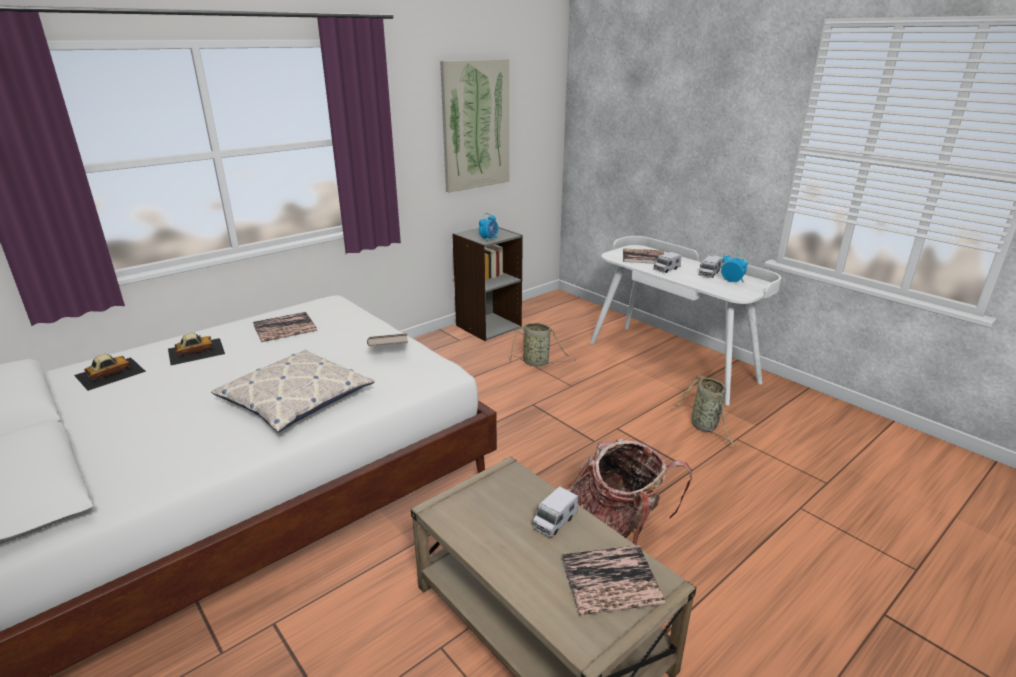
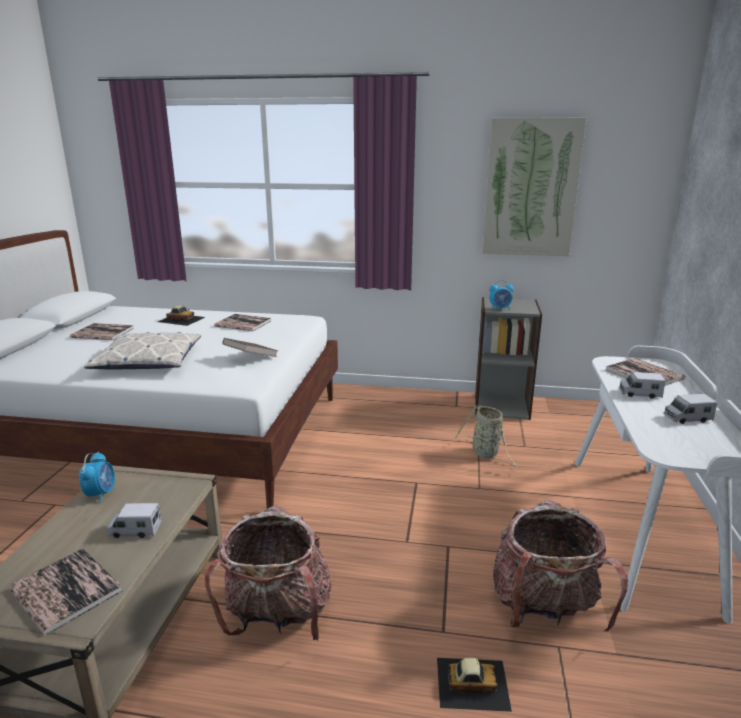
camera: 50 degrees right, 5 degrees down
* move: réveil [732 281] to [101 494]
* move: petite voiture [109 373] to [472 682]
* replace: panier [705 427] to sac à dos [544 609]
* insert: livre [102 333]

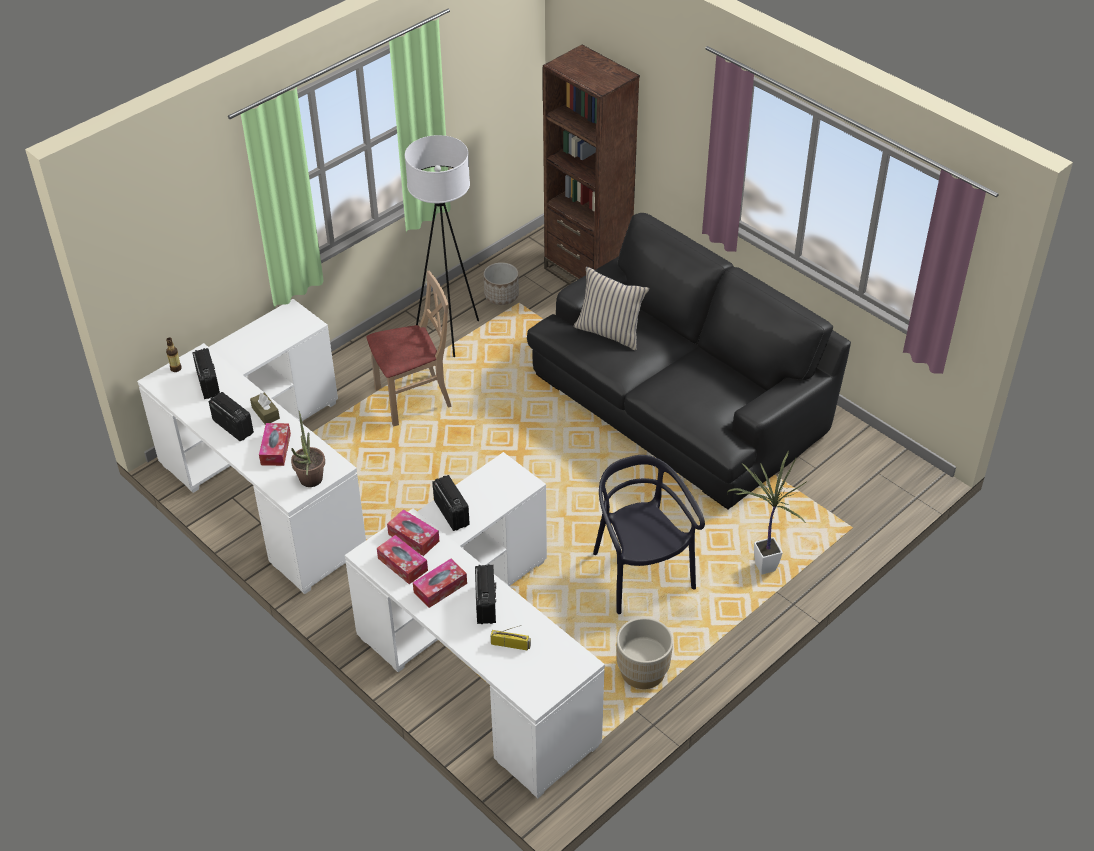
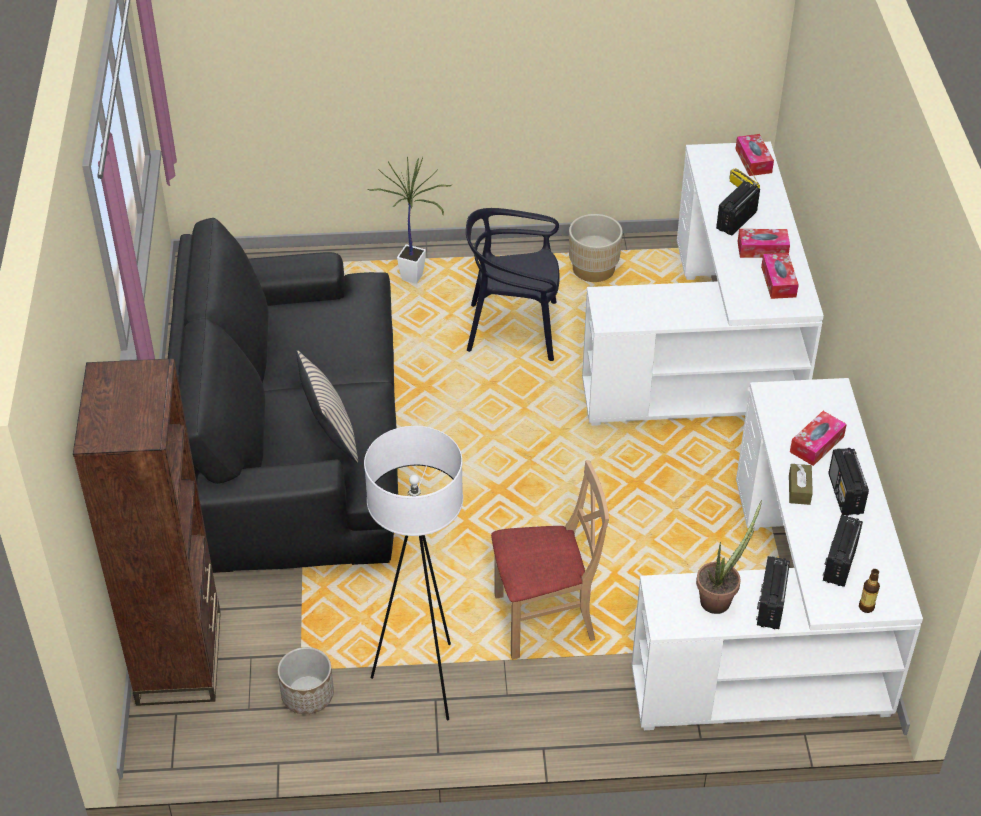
camera: 140 degrees left, 0 degrees up
* rotate: chaise [beige] [413 399] = [544 620] 150 degrees clockwise
* move: plante en pot [310 483] to [720 598]
* rotate: chaise [noir] [641 573] = [514 329] 75 degrees clockwise
* move: radio [451 512] to [770 605]
* move: boîte à mouchoirs [413 537] to [753 161]

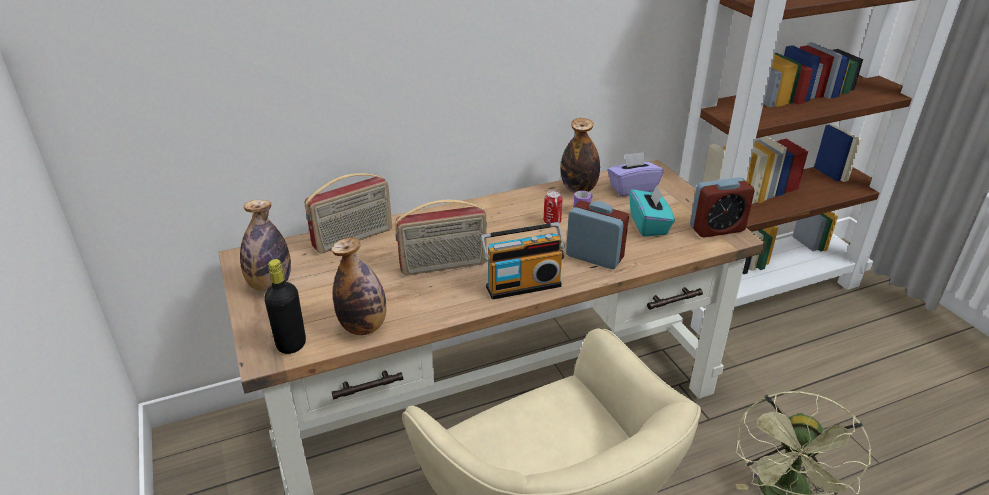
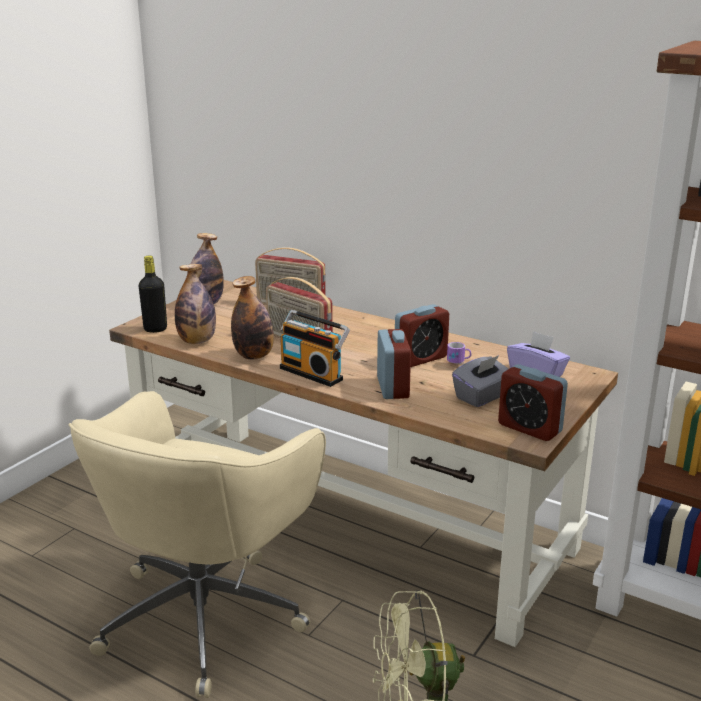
camera: 55 degrees right, 10 degrees down
* move: bouteille [578 189] to [254 356]
* recolor: boîte à mouchoirs [turquoise] [649 225] to boîte à mouchoirs [gris] [482 397]
* replace: boîte métallique [552 221] to réveil [420 358]

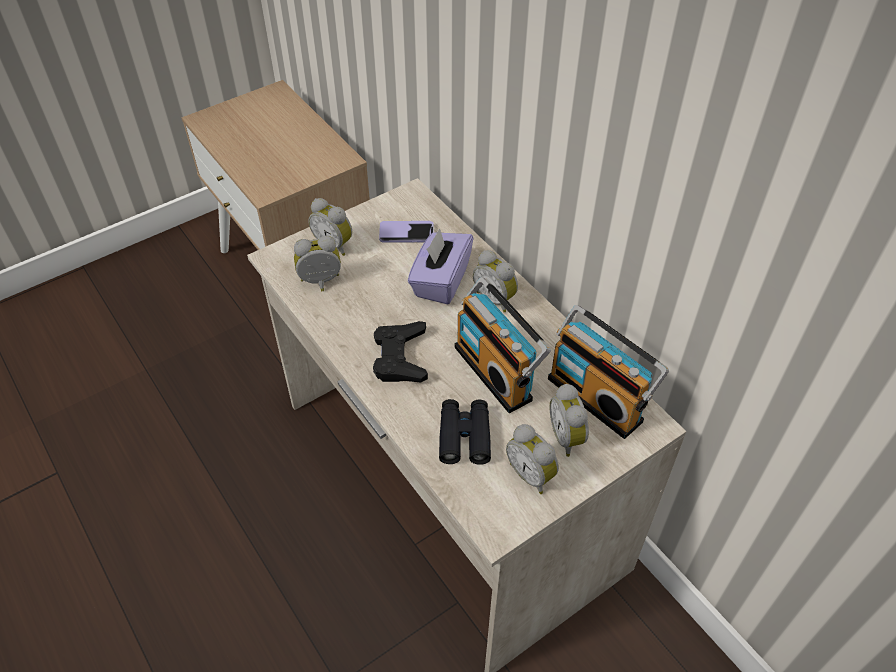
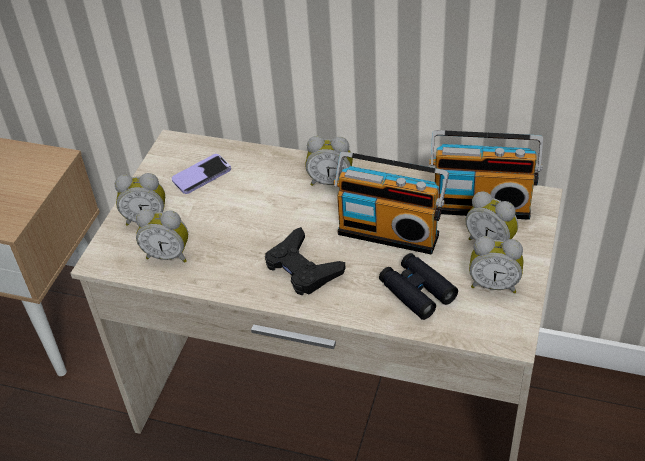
camera: 35 degrees left, 5 degrees down
* delete: boîte à mouchoirs [violet] [440 281]
* rotate: réveil [321 283] = [168 254] 120 degrees counterclockwise

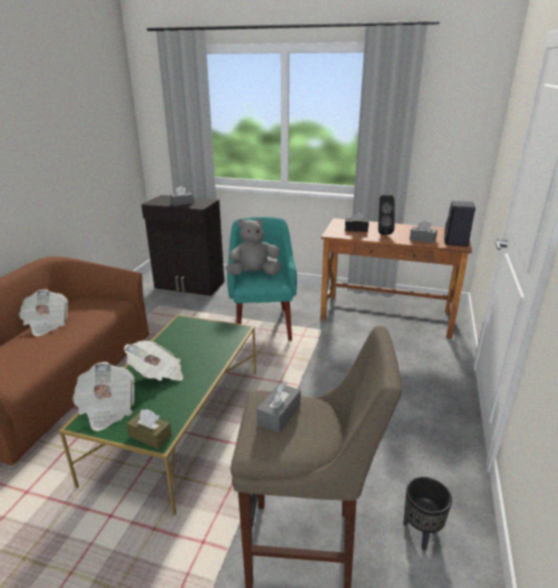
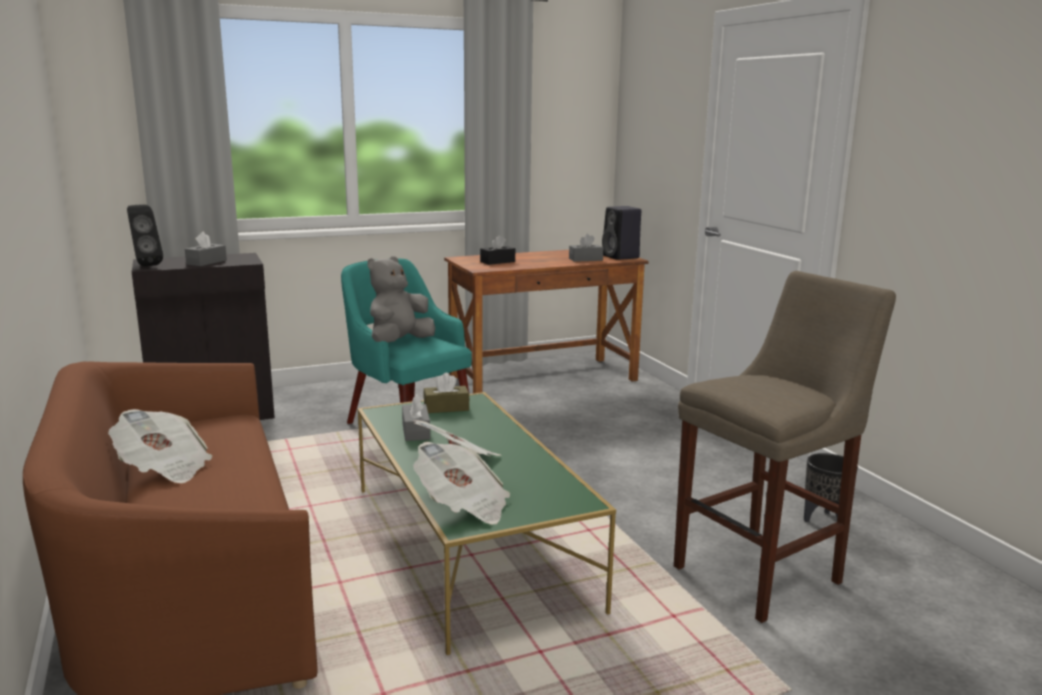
camera: 40 degrees left, 10 degrees down
* move: enceinte [noir] [383 232] to [145 265]
* move: boîte à mouchoirs [gris] [279 415] to [416 431]
* move: boîte à mouchoirs [marron] [150 436] to [446 408]

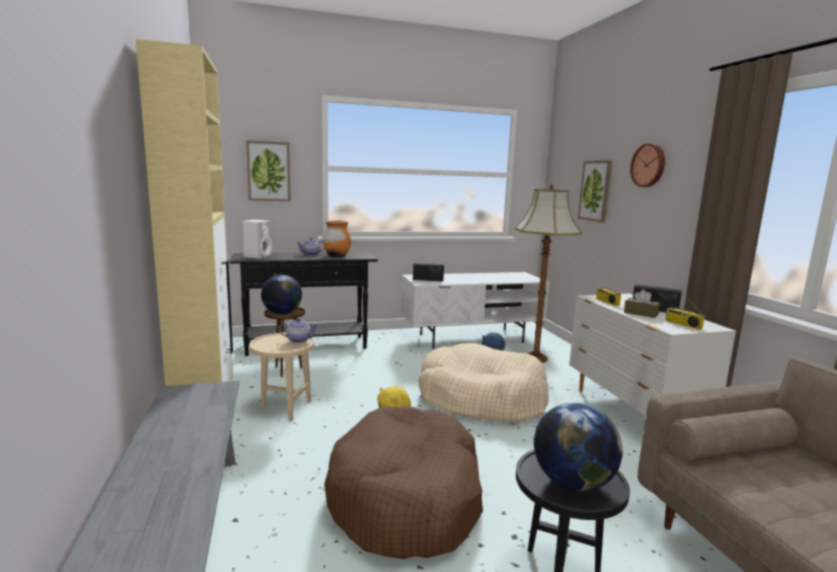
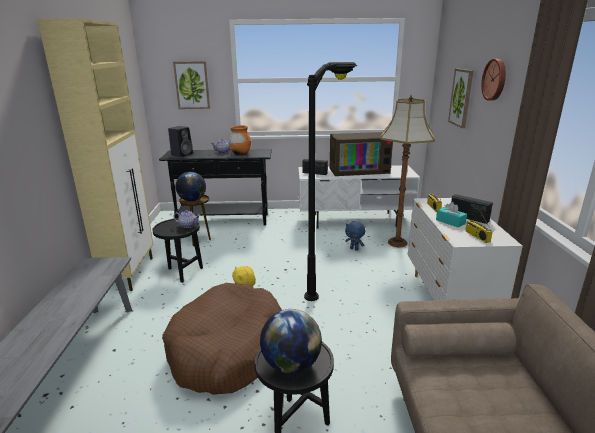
camera: 15 degrees right, 10 degrees up
* recolor: enceinte [blanc] [258 256] to enceinte [noir] [182 154]
* recolor: boîte à mouchoirs [marron] [640 313] to boîte à mouchoirs [turquoise] [450 222]
* recolor: table d'appoint [beige] [284 408] to table d'appoint [noir] [182 272]
* replace: panier pour chien [beige] [481 398] to lampadaire [noir] [329 276]
* insert: téléviseur [359 170]

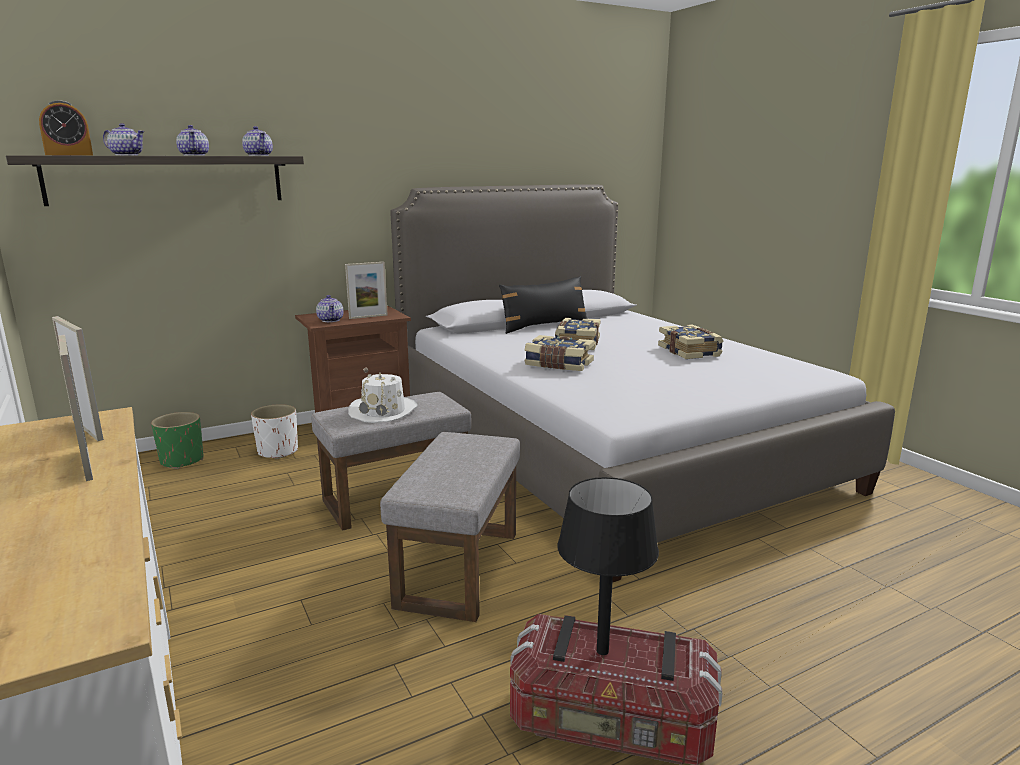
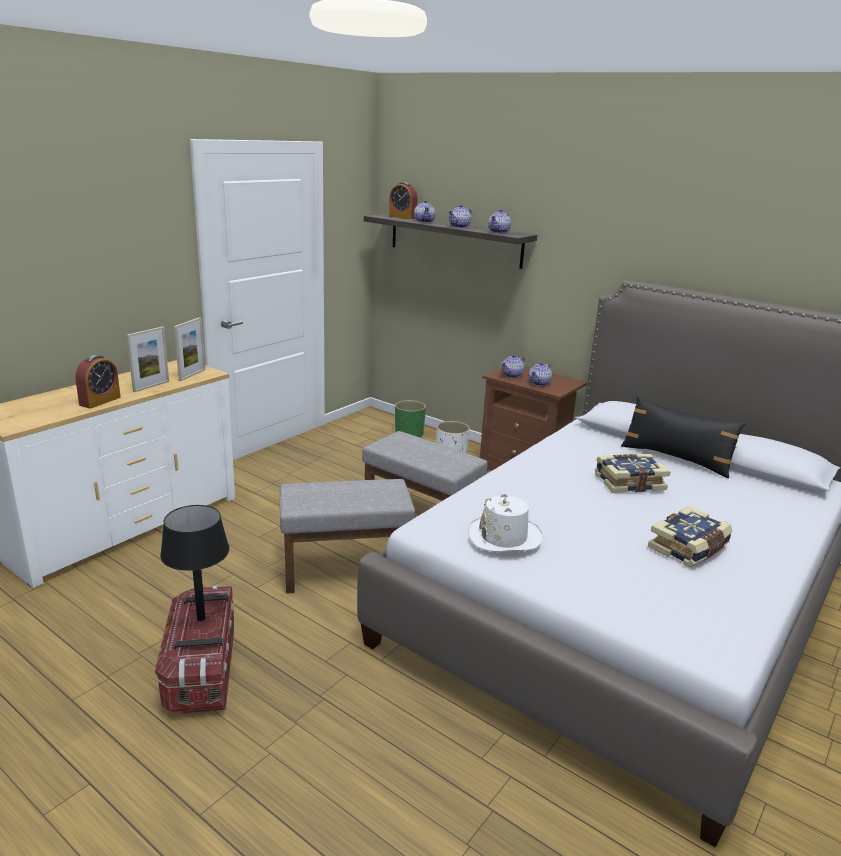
camera: 65 degrees right, 5 degrees up
* replace: cadre photo [368 317] to théière [539 383]
* delete: livre [558 364]
* move: chapeau [blanc] [384 411] to [504 537]
* insert: réveil [100 401]

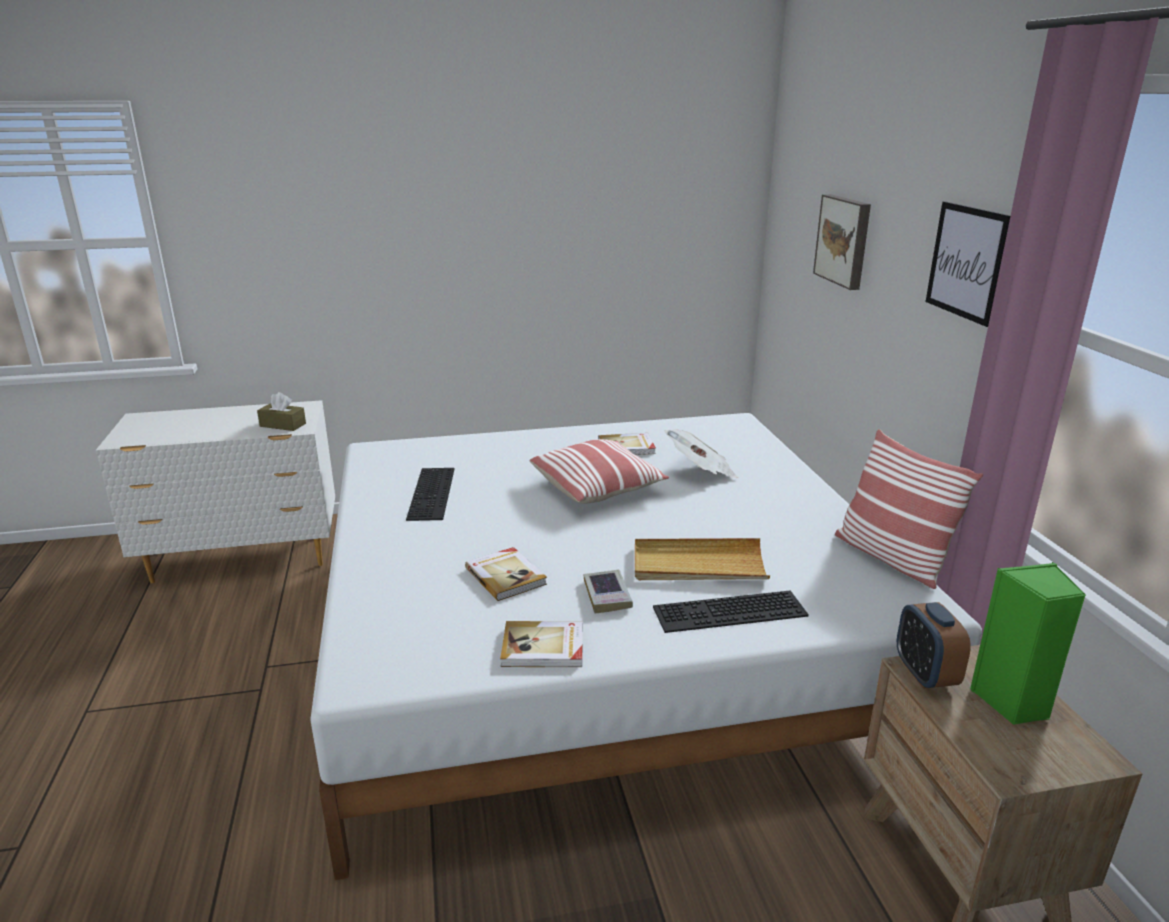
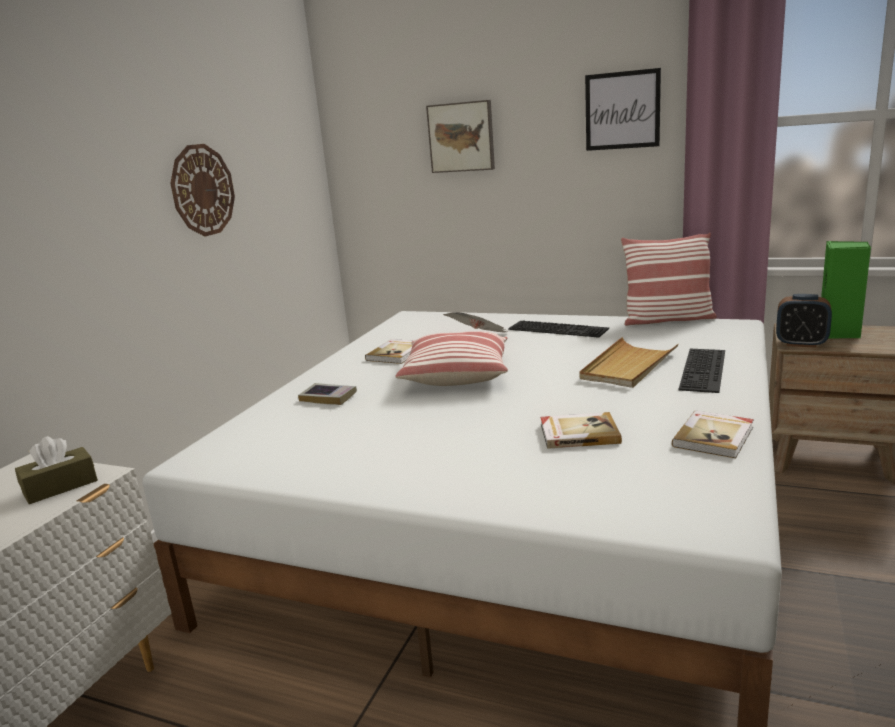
camera: 55 degrees left, 5 degrees down
* move: clavier [434 493] to [559 328]
* move: livre [607 595] to [328 397]
* insert: horloge murale [202 190]

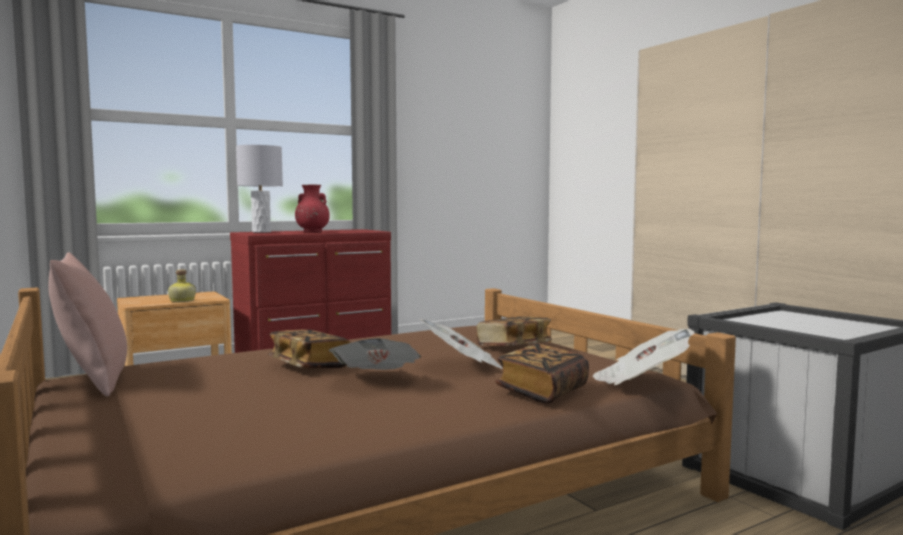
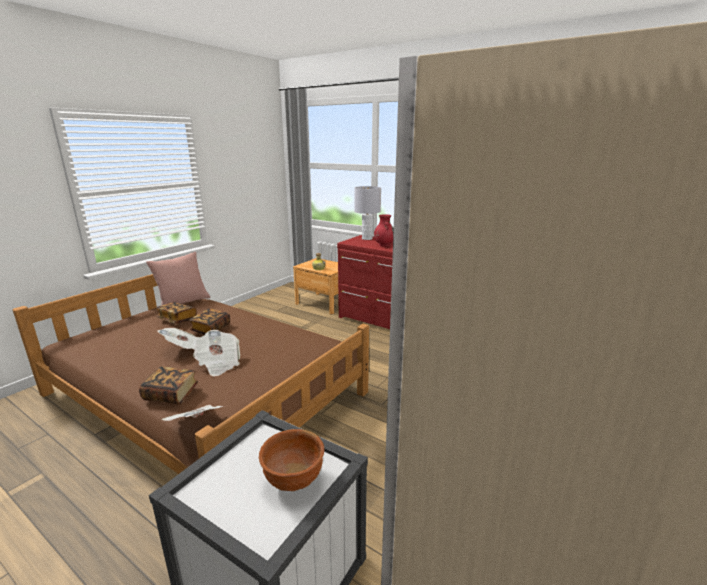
camera: 65 degrees right, 15 degrees up
* move: livre [513 347] to [177 319]
* insert: bol [marron] [293 480]

